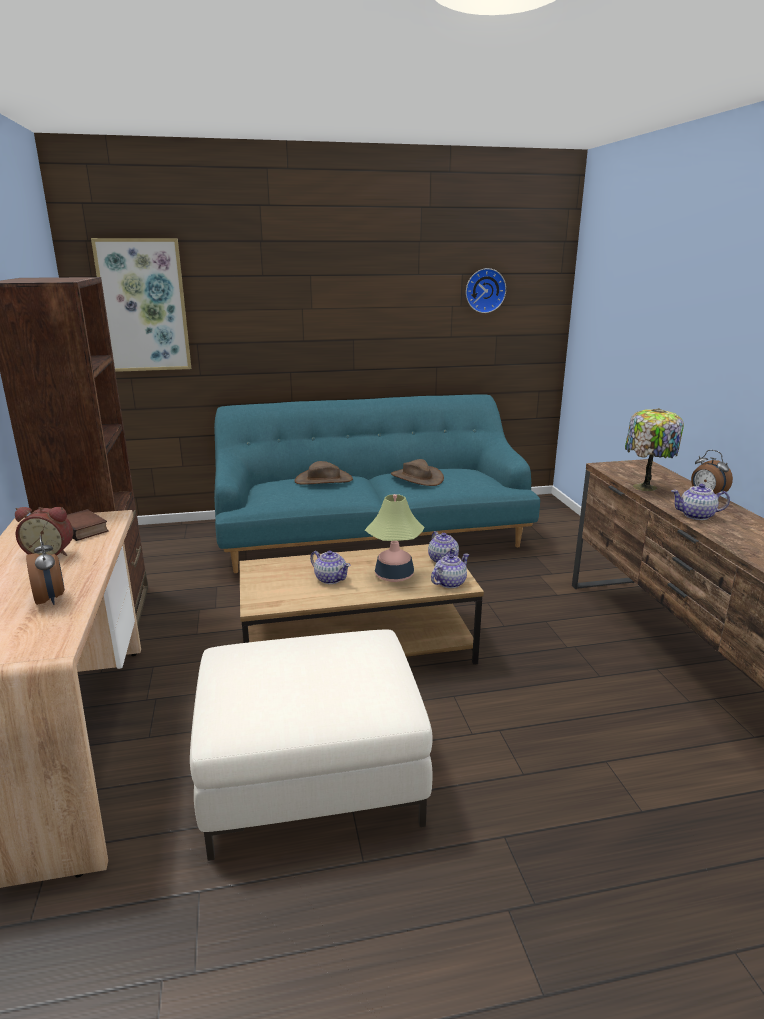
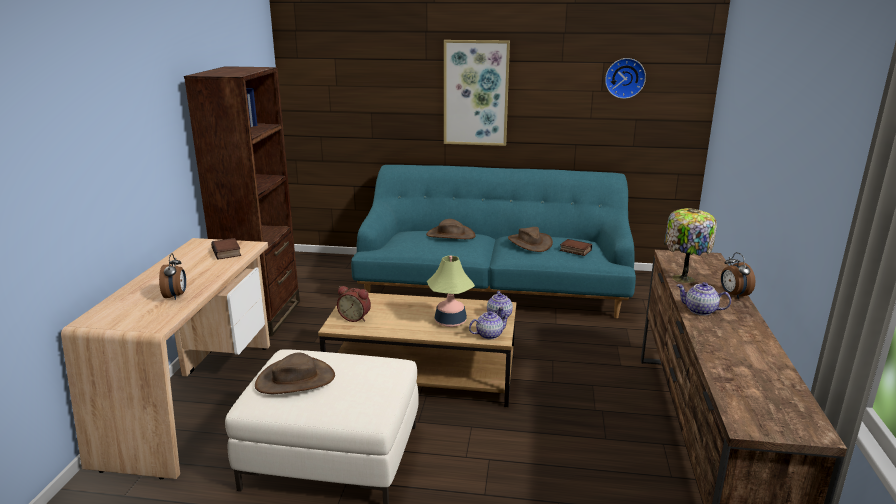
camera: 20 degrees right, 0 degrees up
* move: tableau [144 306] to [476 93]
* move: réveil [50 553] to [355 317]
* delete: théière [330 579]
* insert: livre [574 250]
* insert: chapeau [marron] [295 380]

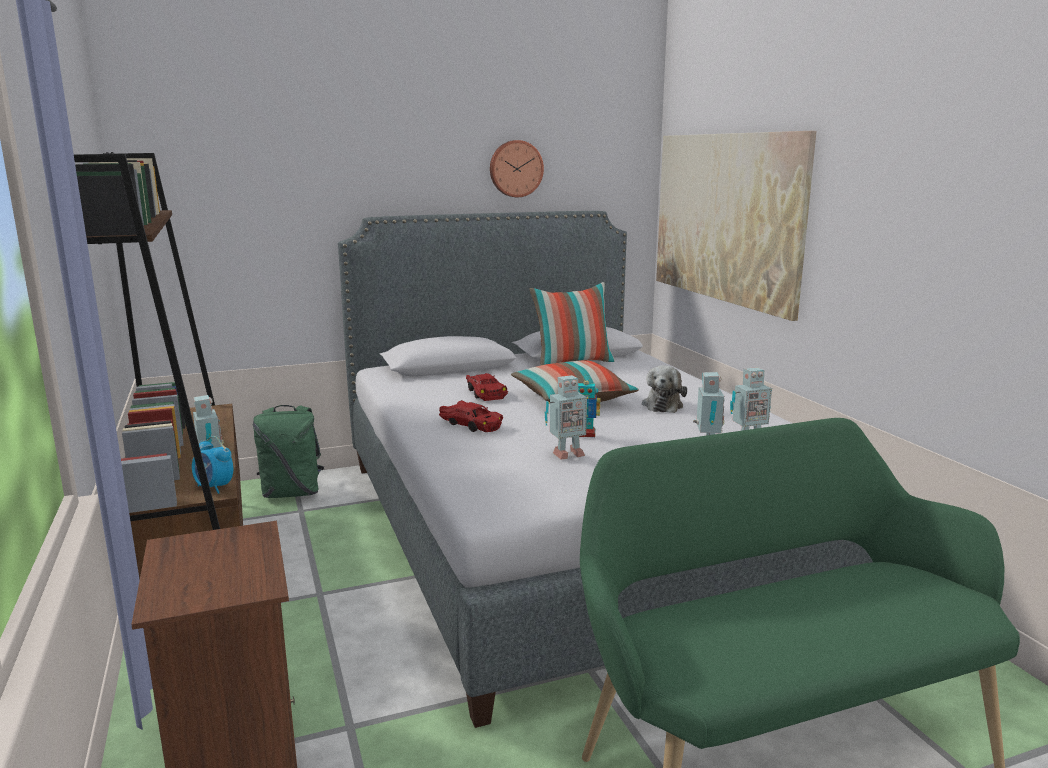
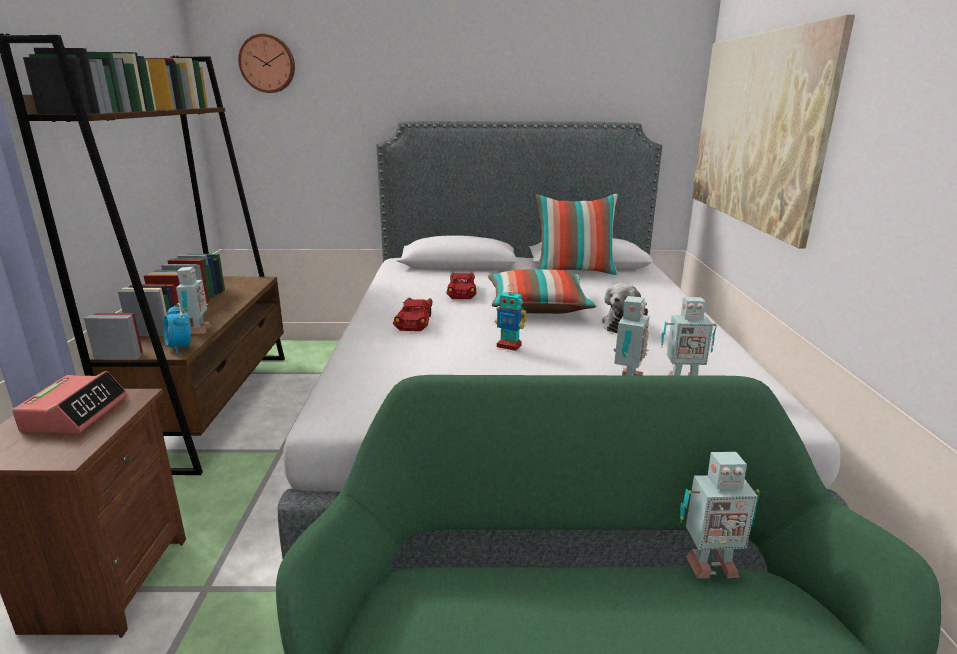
camera: 20 degrees right, 5 degrees up
* move: horloge murale [515 168] to [267 64]
* move: robot jouet [566 454] to [708 564]
* rotate: petite voiture [rouge] [471 425] = [415 321] 150 degrees counterclockwise
* delete: sac à dos [vert] [292 493]
* insert: réveil [76 413]

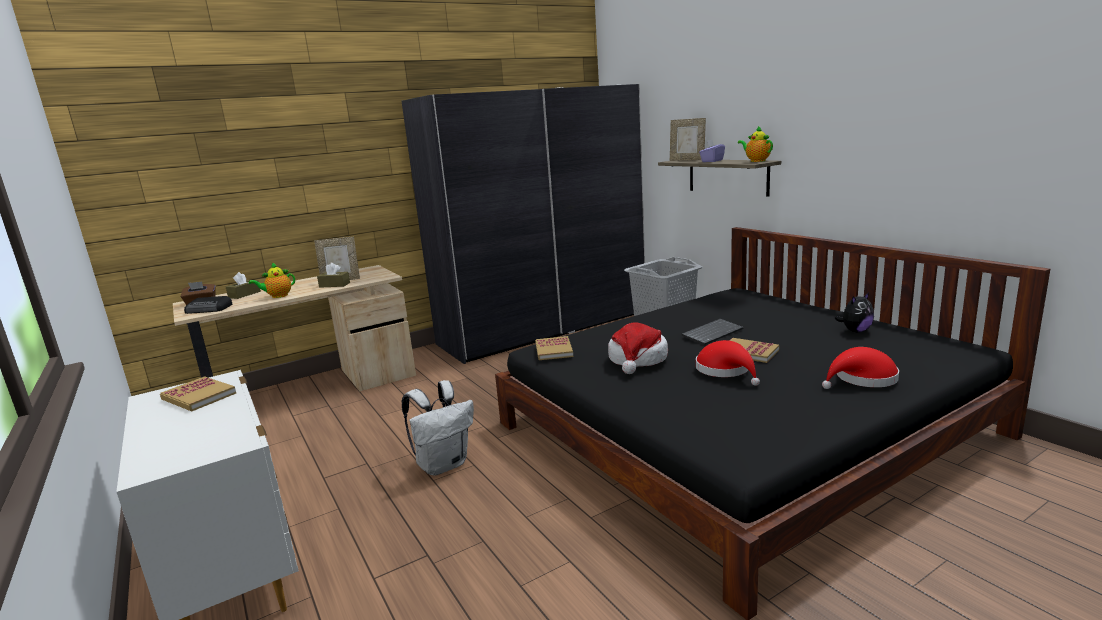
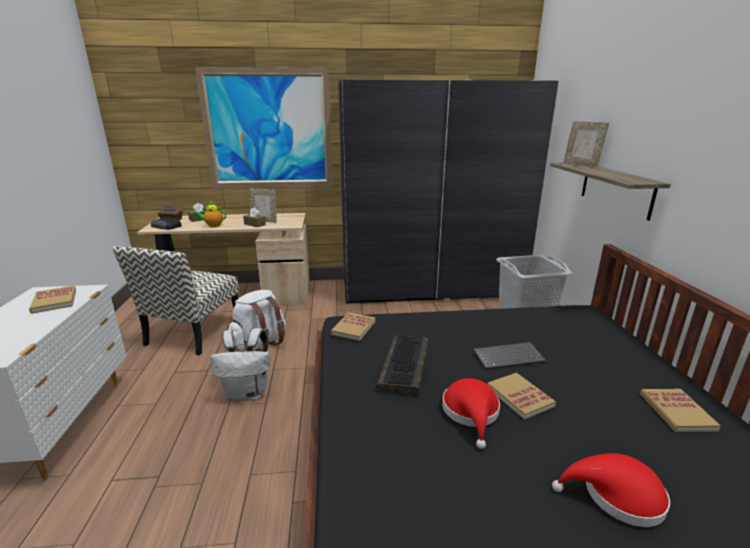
camera: 25 degrees right, 5 degrees up
* delete: théière [756 161]
* delete: boîte à mouchoirs [violet] [712 161]
* replace: peluche [855 331] to livre [676 412]
* replace: chapeau [637 359] to clavier [405 365]
* insert: tableau [268 130]
* insert: chaise [193 333]
* insert: sac à dos [blanc] [260 343]

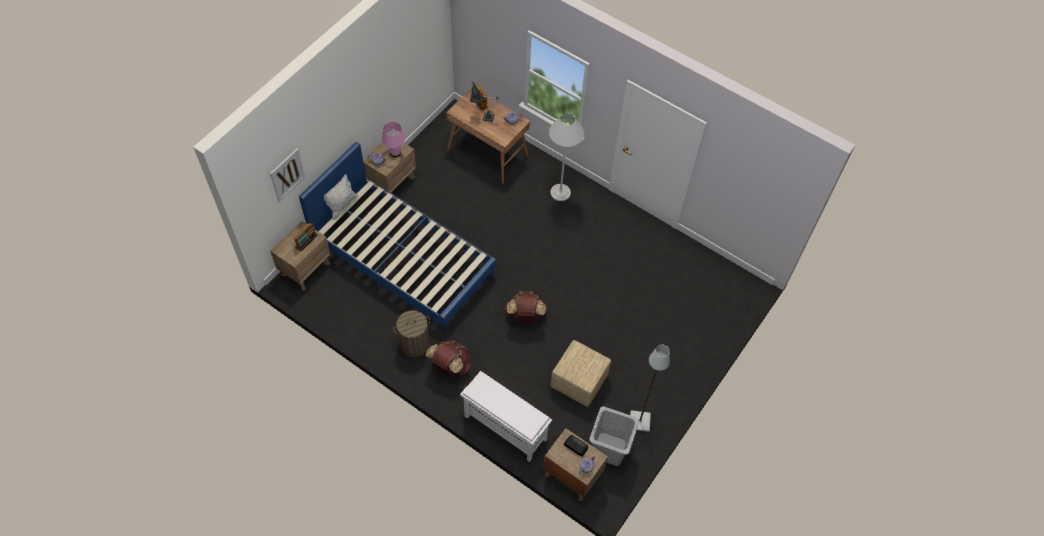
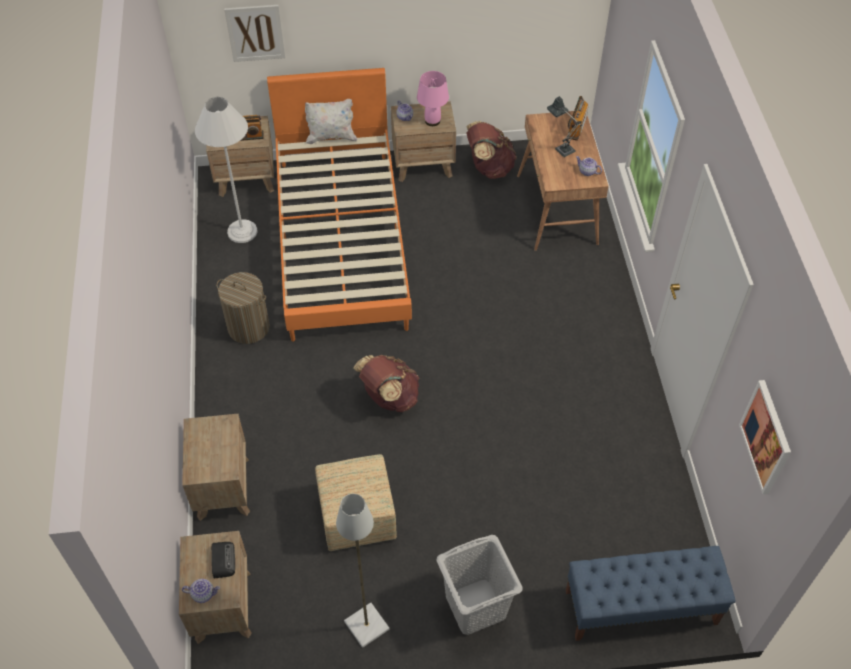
camera: 50 degrees right, 5 degrees down
* move: lampadaire [blanc] [560 192] to [242 231]
* recolor: lit [bleu] [402 259] to lit [orange] [341 241]
* move: sac à dos [marron] [450 366] to [489 168]
* replace: banc [blanc] [504 427] to table de chevet [marron] [223 487]
* move: panier à linge [gris] [609 449] to [475 607]
* insert: tableau [766 437]
* insert: banc [bleu] [640 607]

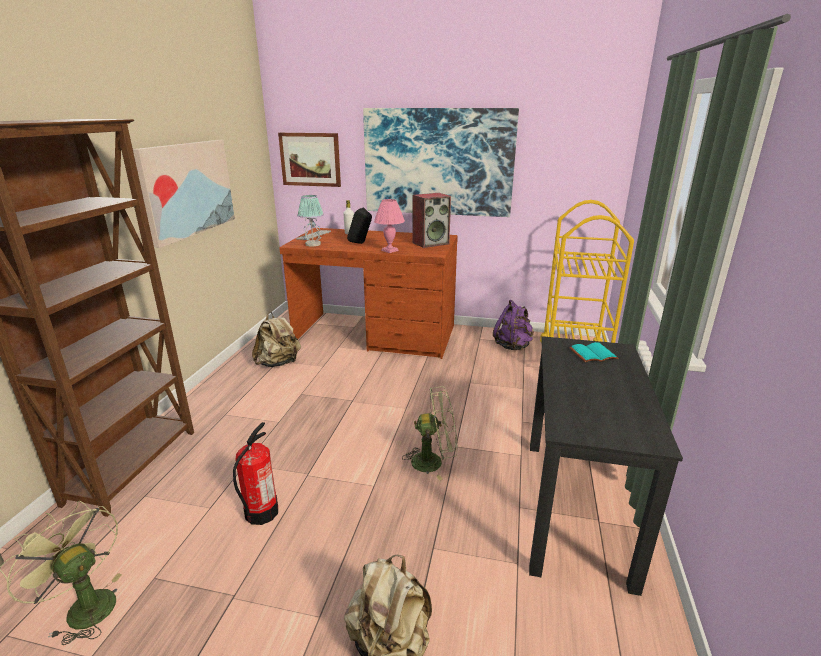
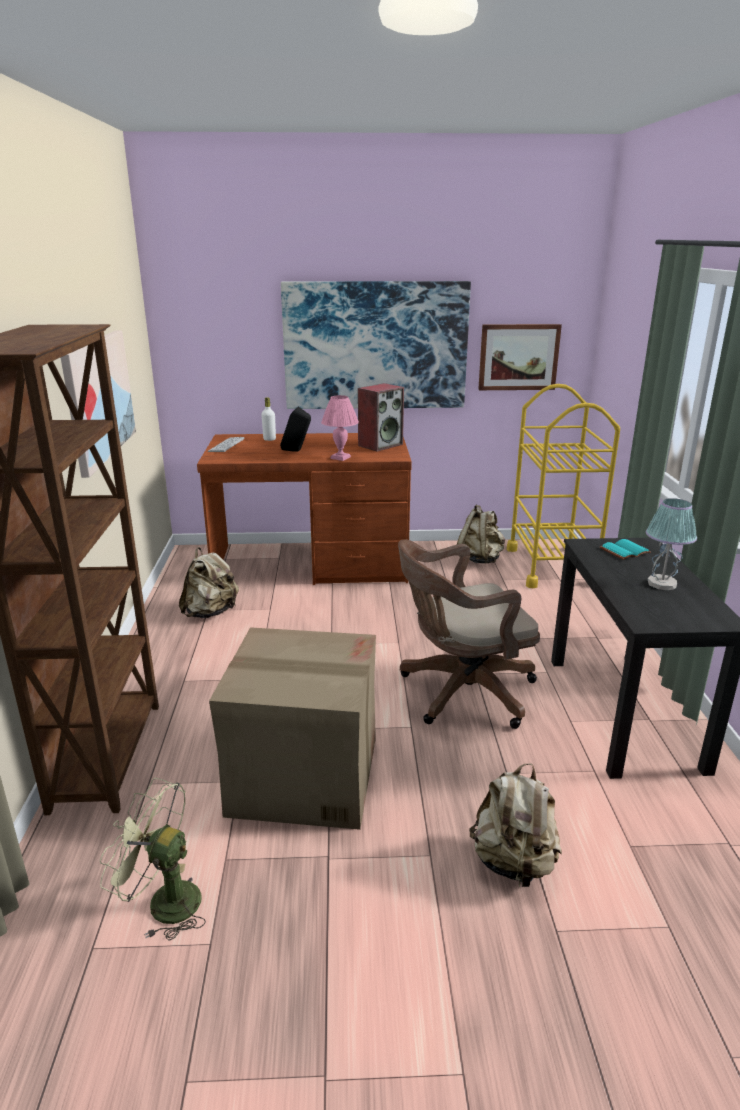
camera: 15 degrees left, 0 degrees up
* move: tableau [310 159] to [518 357]
* move: lampe de table [312 244] to [661 584]
* recolor: sac à dos [violet] [513 346] to sac à dos [beige] [480 559]
* replace: ventilateur [vert] [433 461] to chaise de bureau [marron] [461 692]
* replace: extincteur [261 512] to carton [303 775]

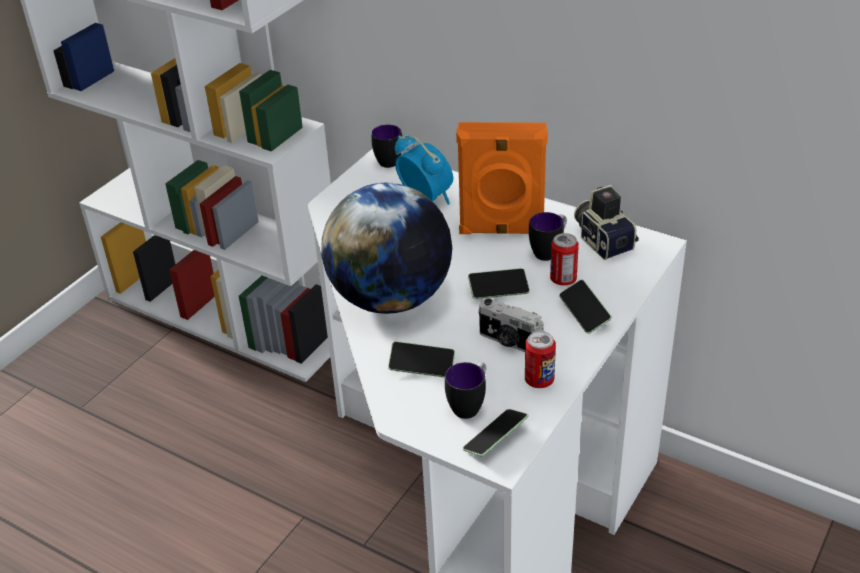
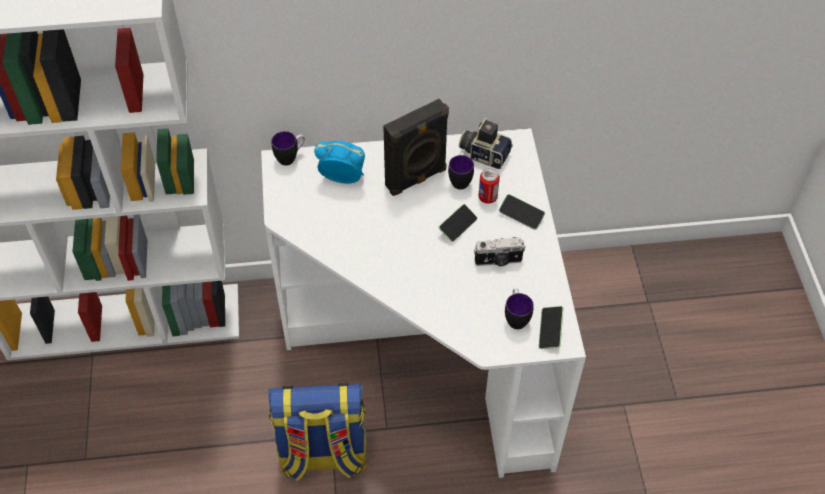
camera: 40 degrees left, 15 degrees up
* recolor: enceinte [orange] [501 231] to enceinte [noir] [417 179]
* delete: globe [391 299]
* delete: boîte métallique [539 380]
* delete: téléphone [422 366]
* insert: sac à dos [322 455]

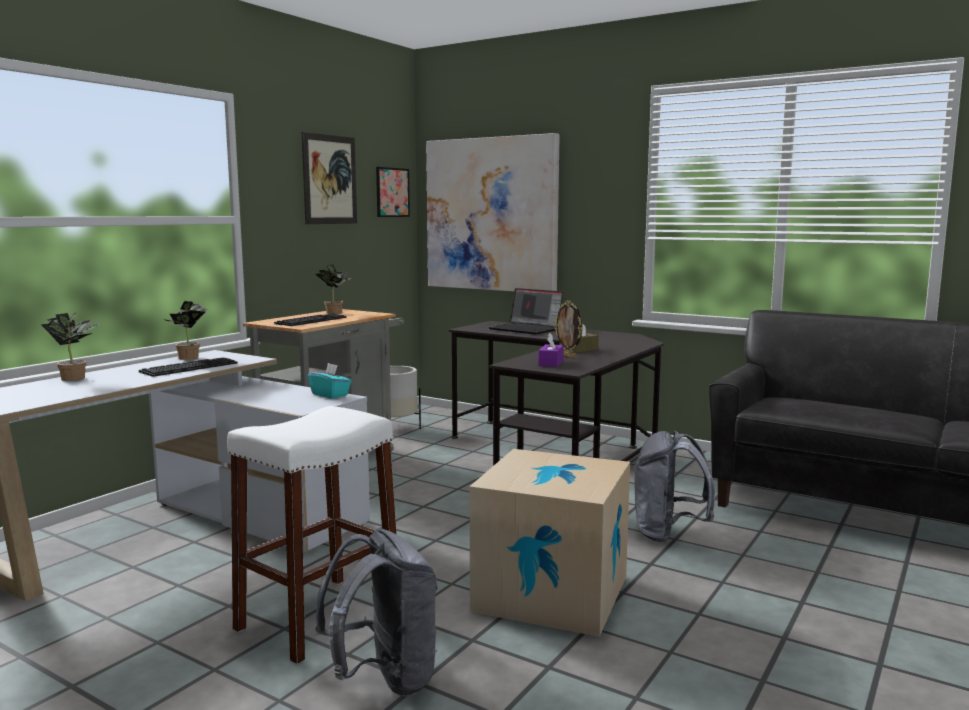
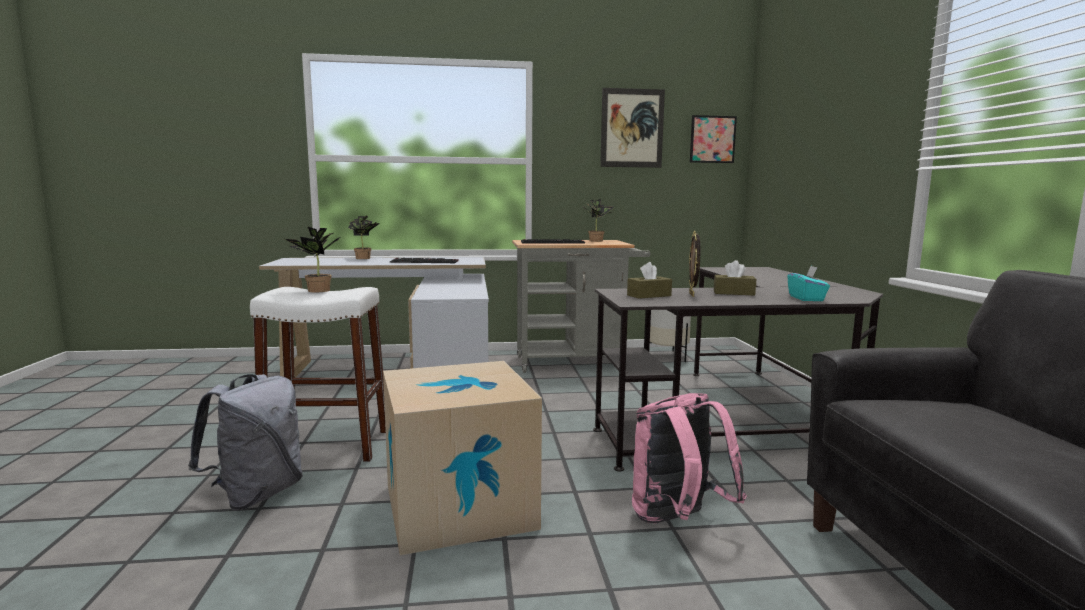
camera: 50 degrees right, 0 degrees up
* delete: tableau [492 214]
* delete: ordinateur portable [526 329]
* move: plante en pot [189 358] to [316 291]
* recolor: boîte à mouchoirs [violet] [551 363] to boîte à mouchoirs [marron] [649 295]
* move: boîte à mouchoirs [turquoise] [330 395] to [806 298]
* recolor: sac à dos [gris] [668 534] to sac à dos [rose] [677 520]

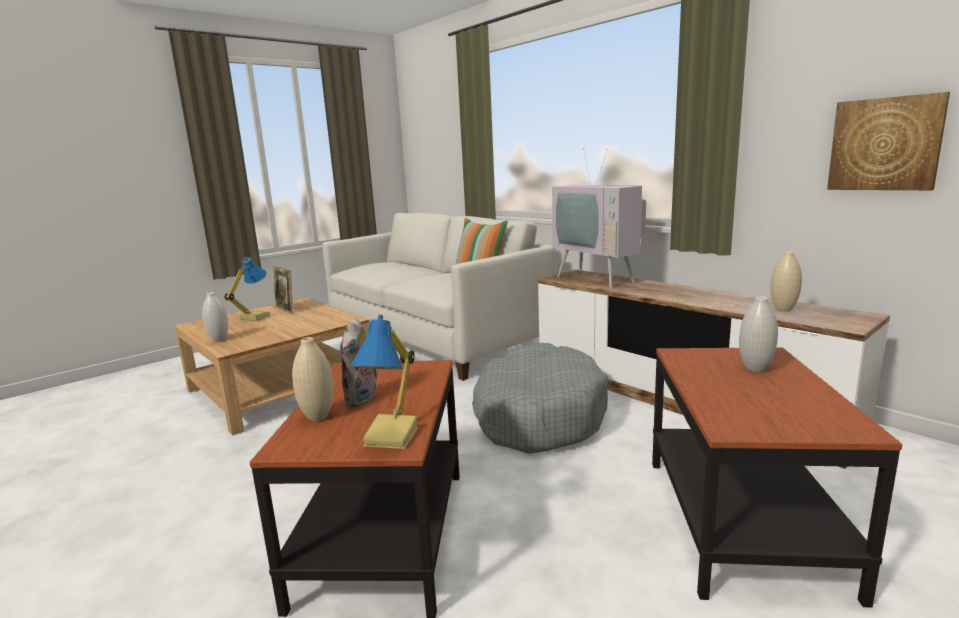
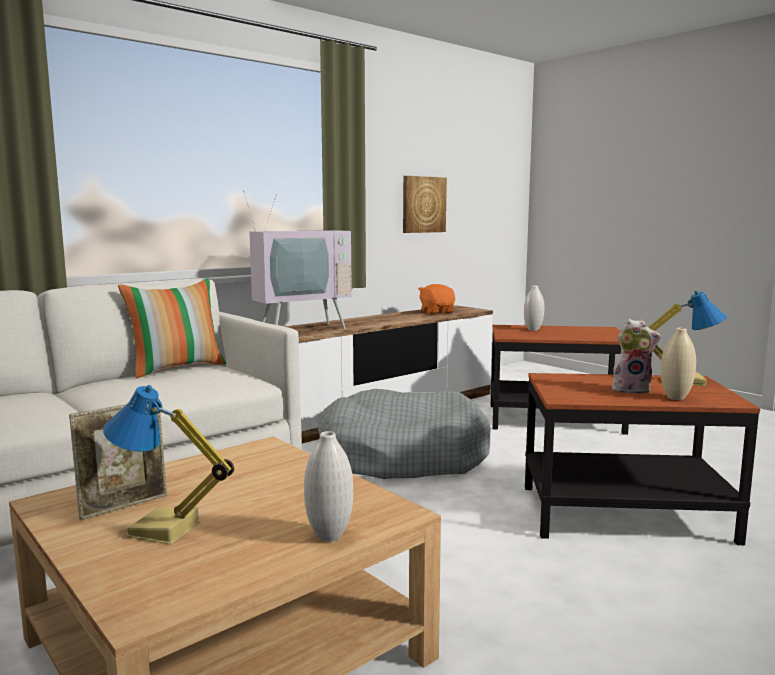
camera: 90 degrees left, 5 degrees down
* replace: vase [beige] [783 309] to peluche [orange] [437 312]

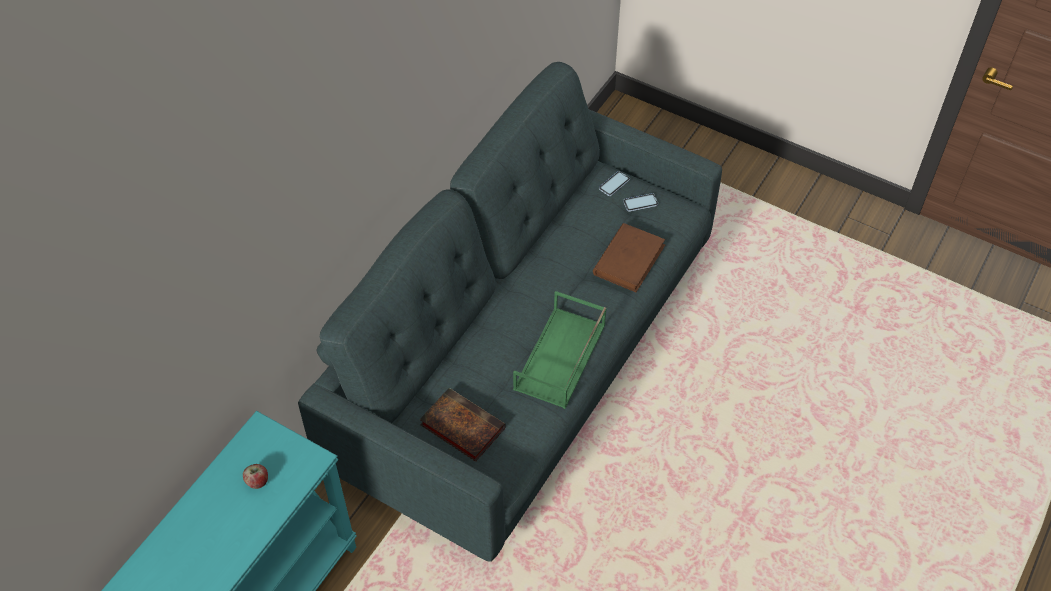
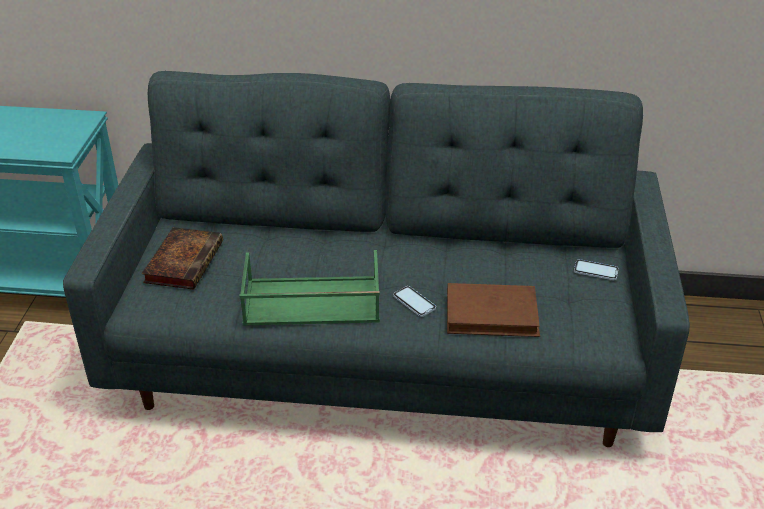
camera: 65 degrees right, 15 degrees down
* move: téléphone [640 203] to [414 302]
* delete: pomme [257 481]

